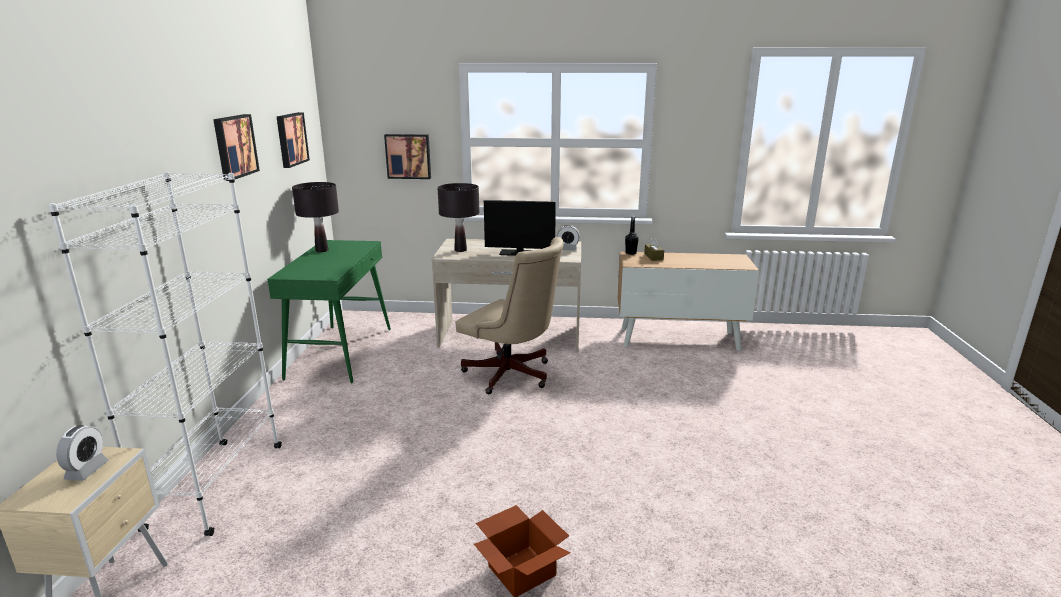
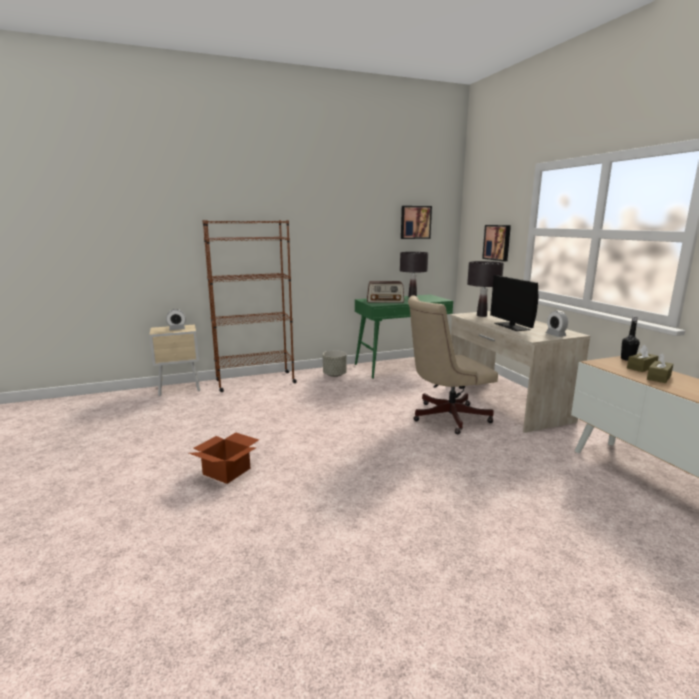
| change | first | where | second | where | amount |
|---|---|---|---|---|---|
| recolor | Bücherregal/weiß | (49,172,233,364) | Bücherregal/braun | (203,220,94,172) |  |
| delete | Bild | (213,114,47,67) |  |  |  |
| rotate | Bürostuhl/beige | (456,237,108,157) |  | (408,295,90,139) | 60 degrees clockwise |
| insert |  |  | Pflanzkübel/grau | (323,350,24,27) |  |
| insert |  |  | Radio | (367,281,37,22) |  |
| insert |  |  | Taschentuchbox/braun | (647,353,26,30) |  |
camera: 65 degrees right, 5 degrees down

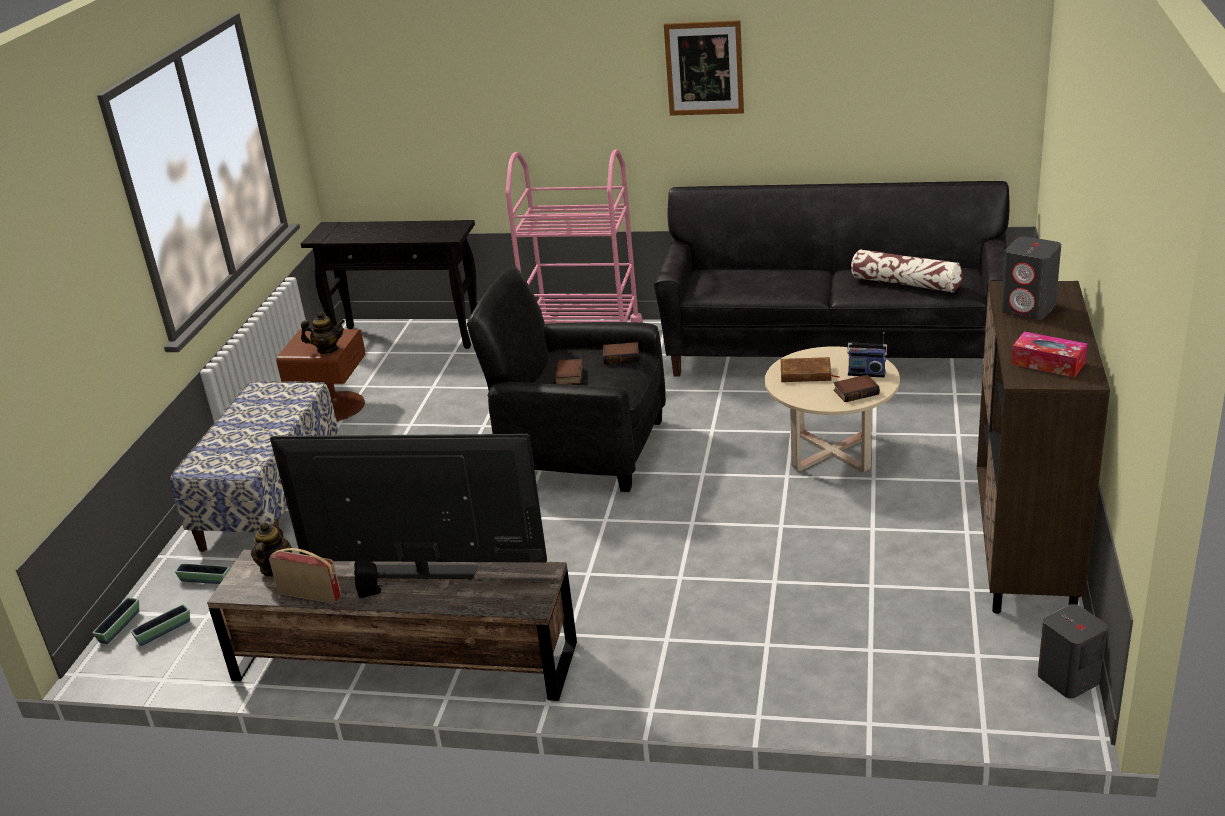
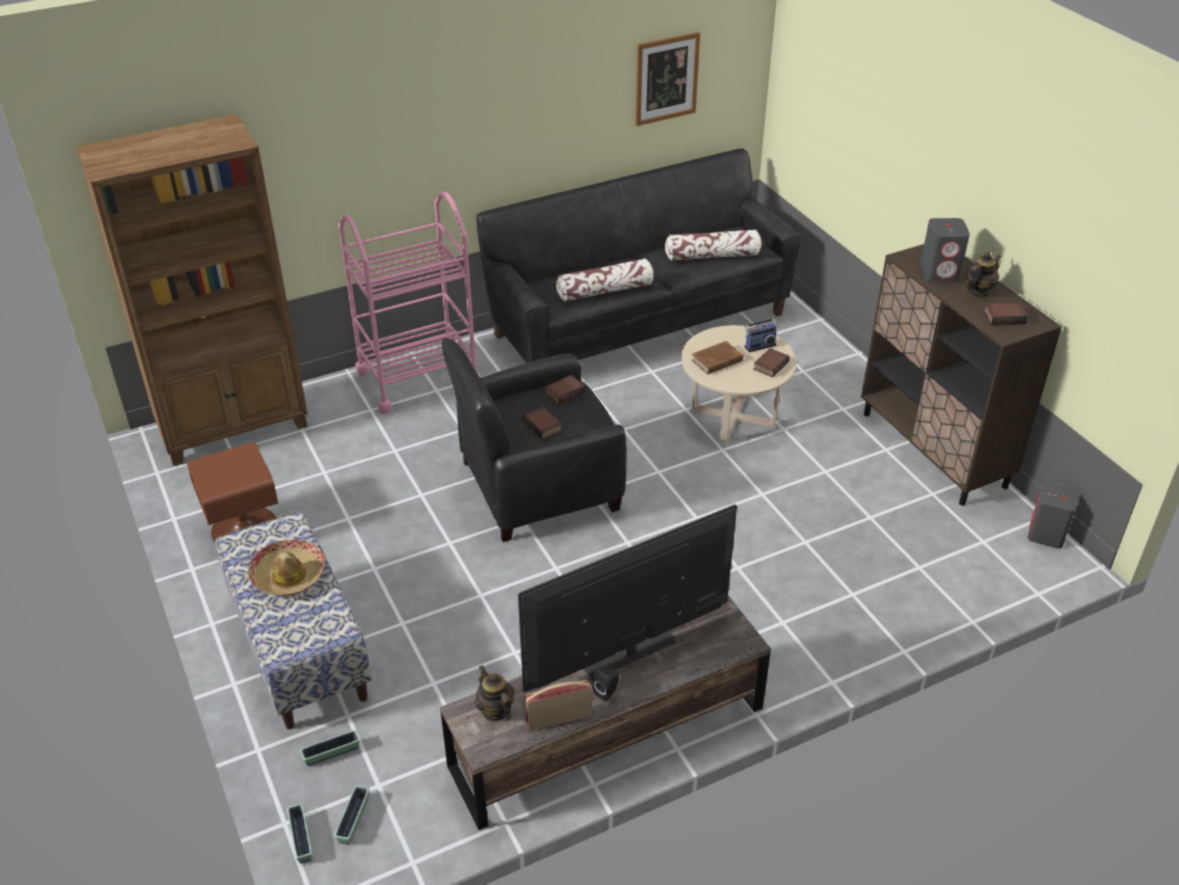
| change | first | where | second | where | amount |
|---|---|---|---|---|---|
| replace | Konsolentisch/schwarz | (301,220,176,129) | Bücherregal/braun | (76,114,232,352) |  |
| move | Teekanne | (301,312,44,42) |  | (966,252,35,44) |  |
| move | Bild | (664,20,80,96) |  | (635,32,65,94) |  |
| replace | Taschentuchbox | (1011,332,76,46) | Buch | (984,303,44,22) |  |
| insert |  |  | Hut | (248,540,77,56) |  |
| insert |  |  | Kissen | (556,259,98,43) |  |
camera: 40 degrees left, 10 degrees up

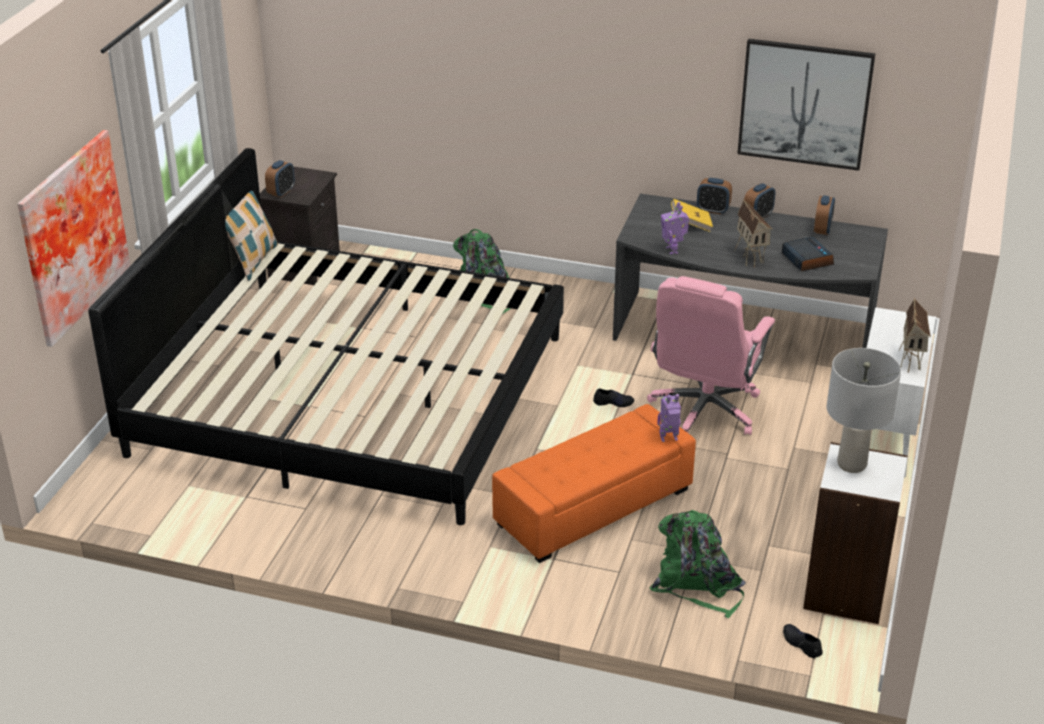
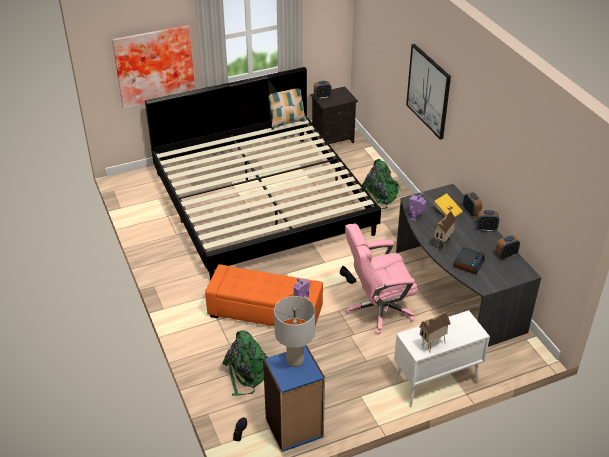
| change | first | where | second | where | amount |
|---|---|---|---|---|---|
| move | Bild | (737,39,138,132) |  | (406,44,45,96) |  |
| recolor | Bücherregal/weiß | (803,442,105,182) | Bücherregal/blau | (263,345,62,107) |  |
camera: 50 degrees right, 5 degrees up

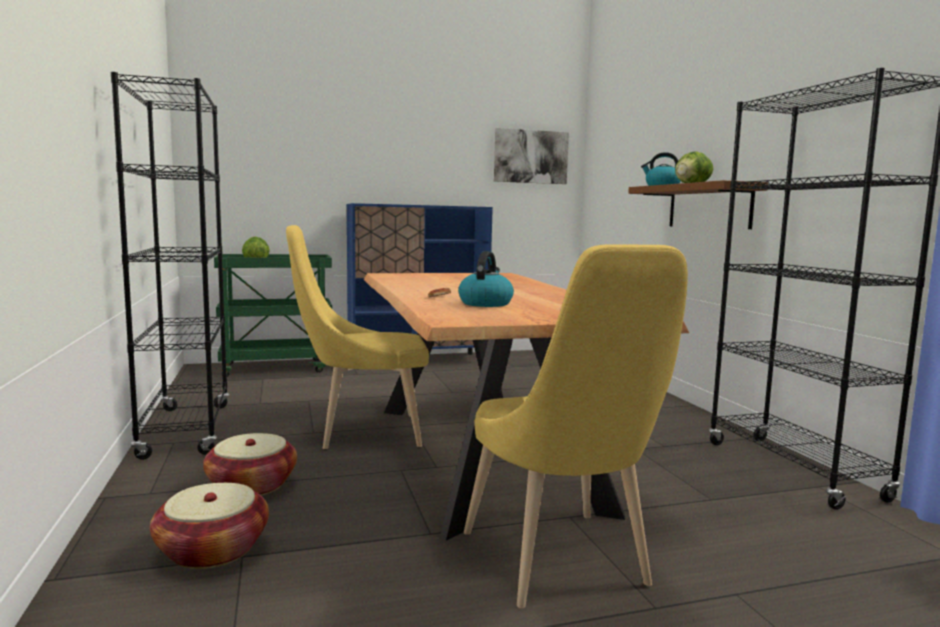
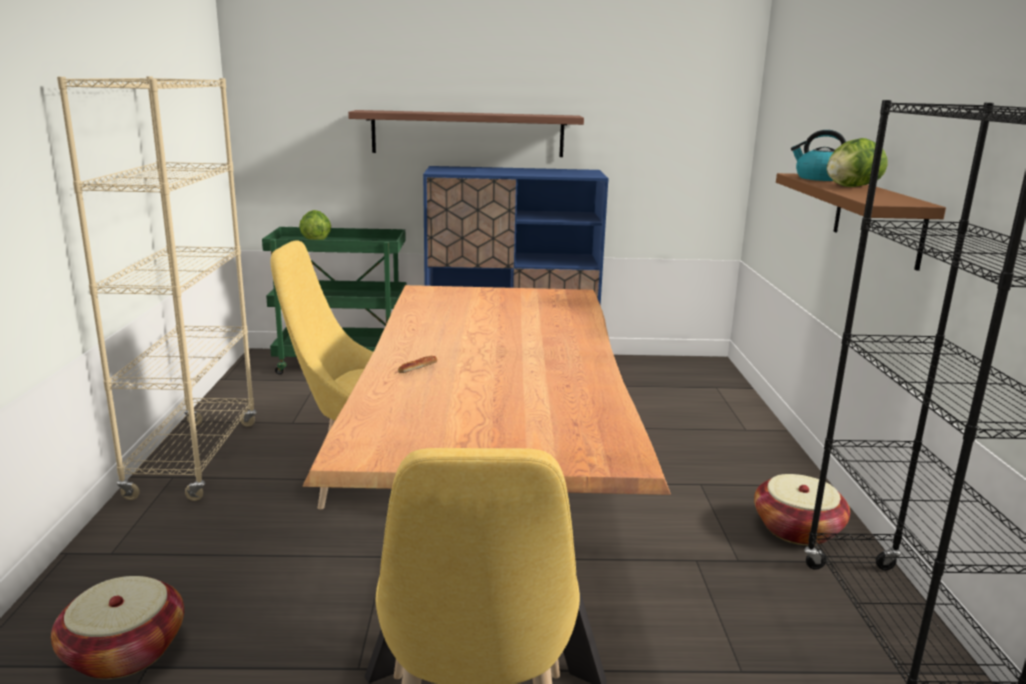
| change | first | where | second | where | amount |
|---|---|---|---|---|---|
| recolor | Bücherregal/schwarz | (111,72,118,388) | Bücherregal/beige | (57,76,200,425) |  |
| move | Korb | (203,433,94,63) |  | (754,474,96,71) |  |
| delete | Wasserkessel | (458,251,56,56) |  |  |  |
| delete | Bild | (494,128,75,56) |  |  |  |
| insert |  |  | Wandregal | (348,110,236,47) |  |
camera: 15 degrees right, 10 degrees up

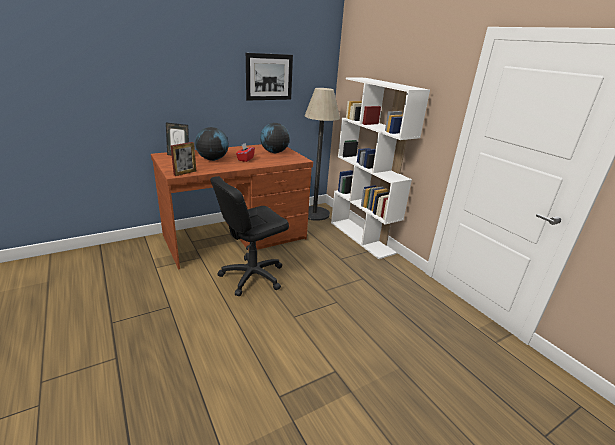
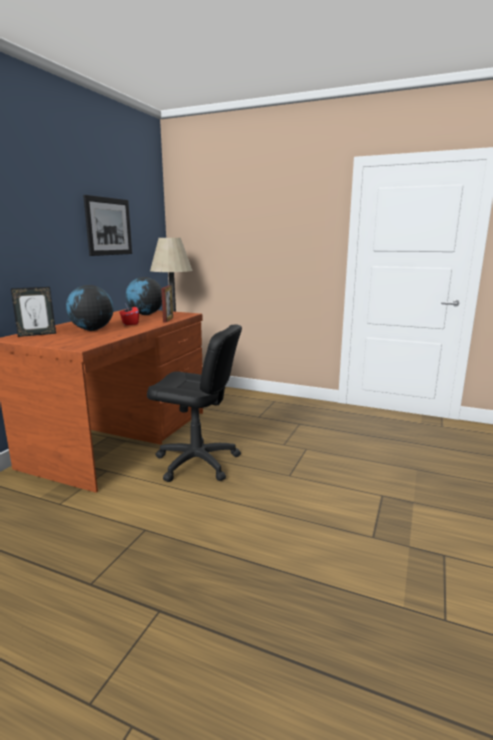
| change | first | where | second | where | amount |
|---|---|---|---|---|---|
| move | Bilderrahmen | (171,142,25,34) |  | (161,286,12,36) |  |
| rotate | Bürostuhl/schwarz | (210,176,79,120) |  | (147,325,95,157) | 90 degrees counterclockwise |
| delete | Bücherregal/weiß | (331,77,99,182) |  |  |  |
camera: 35 degrees left, 10 degrees down

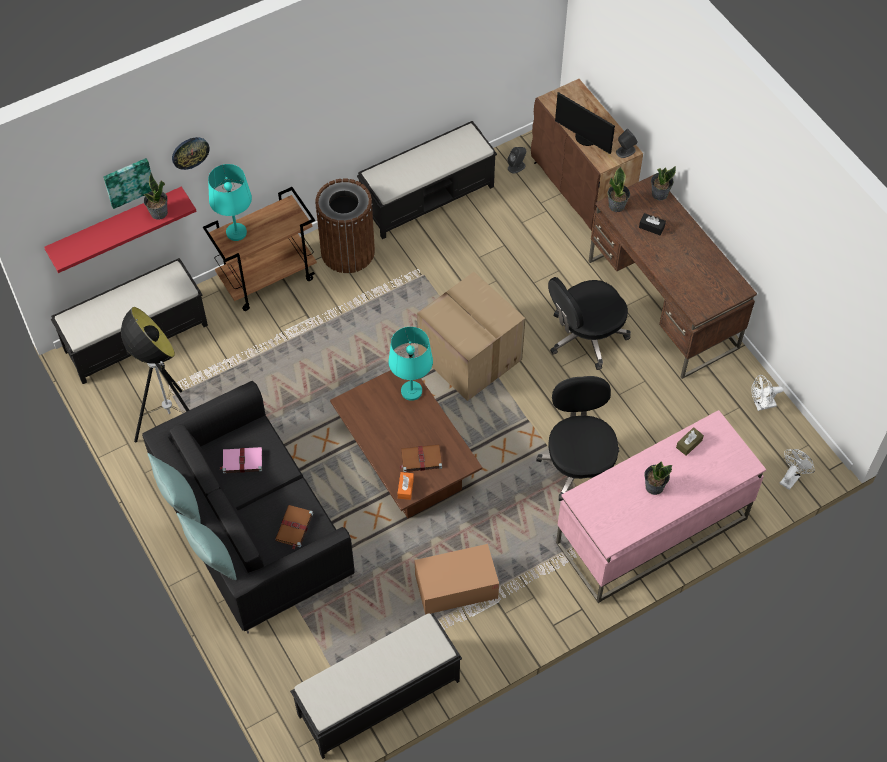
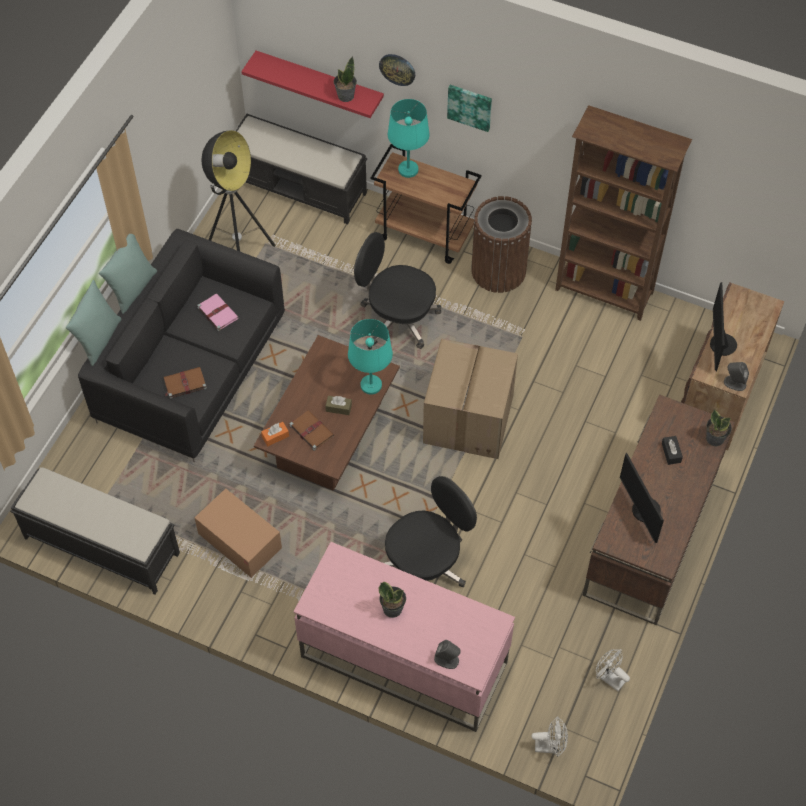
| change | first | where | second | where | amount |
|---|---|---|---|---|---|
| move | Bild | (103,158,49,51) |  | (447,85,45,47) |  |
| replace | Bank/schwarz | (357,121,140,118) | Bücherregal/braun | (555,105,137,216) |  |
| move | Lautsprecher/grau | (508,147,18,27) |  | (434,640,27,29) |  |
| move | Bürostuhl/schwarz | (548,277,83,93) |  | (354,232,87,117) |  |
| delete | Topfpflanze | (608,167,22,45) |  |  |  |
| move | Taschentuchbox/braun | (676,427,28,29) |  | (325,396,27,19) |  |
| insert |  |  | Monitor | (620,453,44,90) |  |
camera: 55 degrees right, 0 degrees up

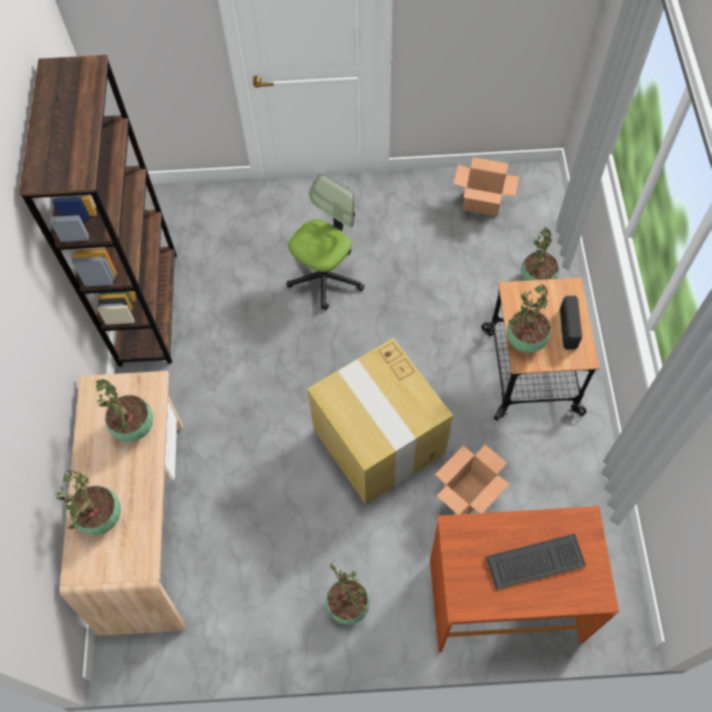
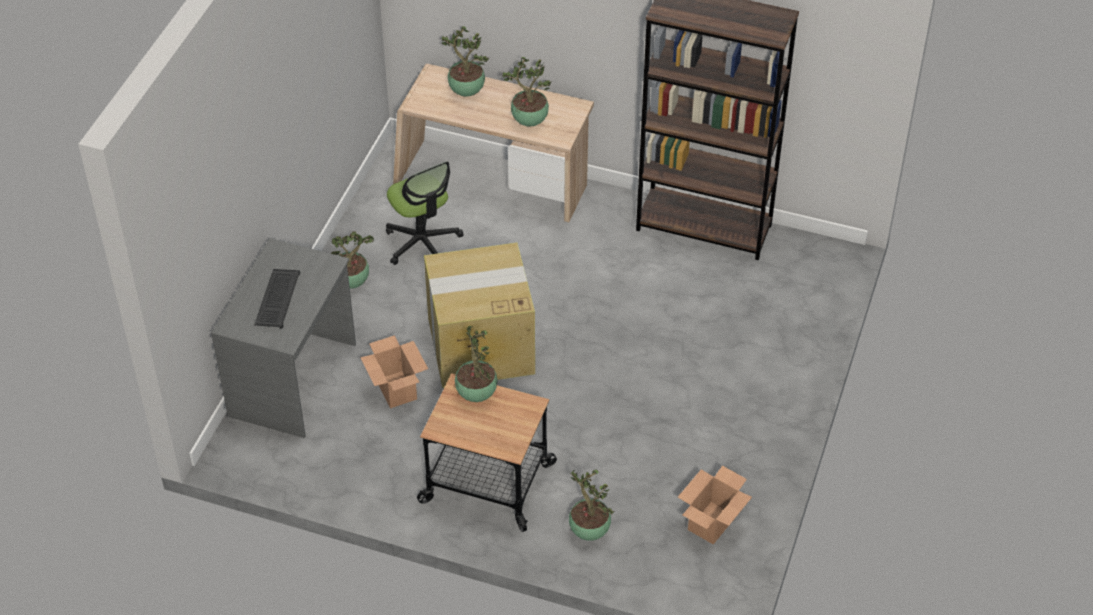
| change | first | where | second | where | amount |
|---|---|---|---|---|---|
| move | Bürostuhl | (287,174,78,137) |  | (386,161,78,104) |  |
| recolor | Schreibtisch/braun | (430,506,189,146) | Schreibtisch/grau | (211,238,145,200) |  |
| delete | Radio | (560,296,22,54) |  |  |  |
camera: 110 degrees right, 15 degrees down

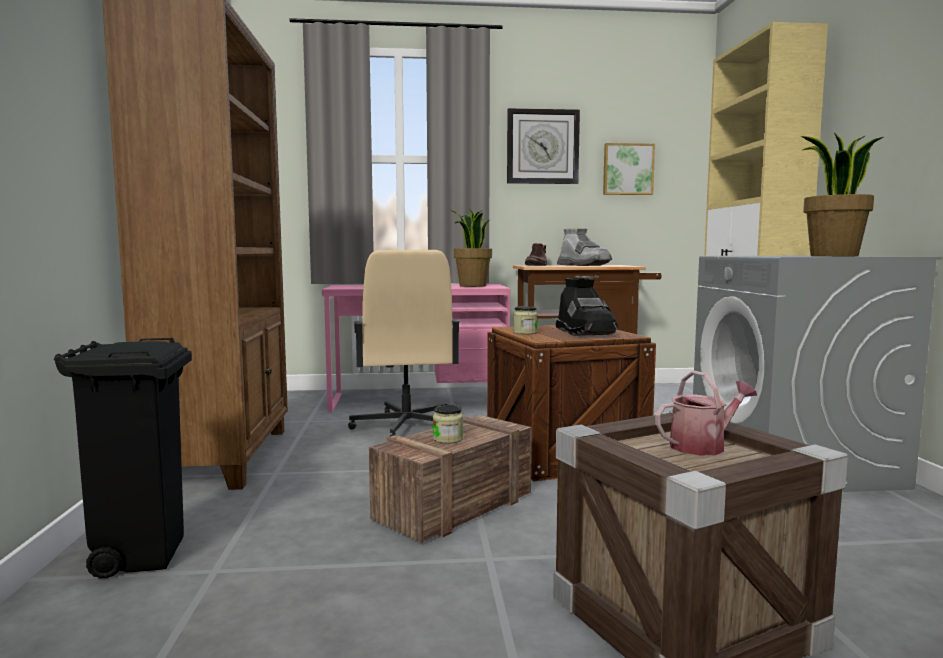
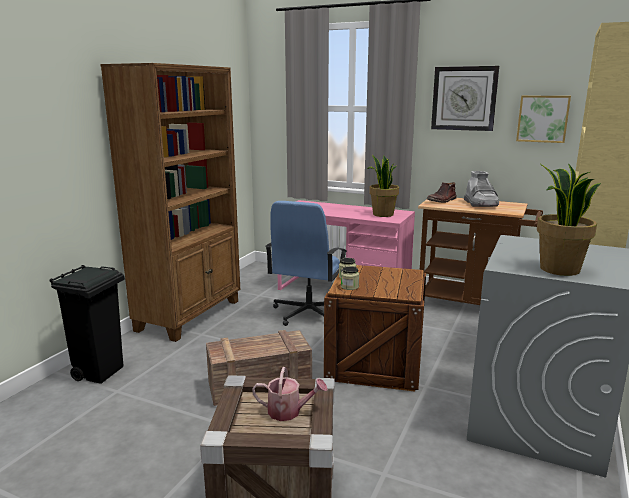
| change | first | where | second | where | amount |
|---|---|---|---|---|---|
| recolor | Bürostuhl/beige | (348,250,113,187) | Bürostuhl/blau | (265,201,82,125) |  |
| move | Vorratsglas | (433,405,30,39) |  | (341,266,18,24) |  |
| delete | Stiefel/schwarz | (556,278,62,58) |  |  |  |
camera: 30 degrees right, 10 degrees up

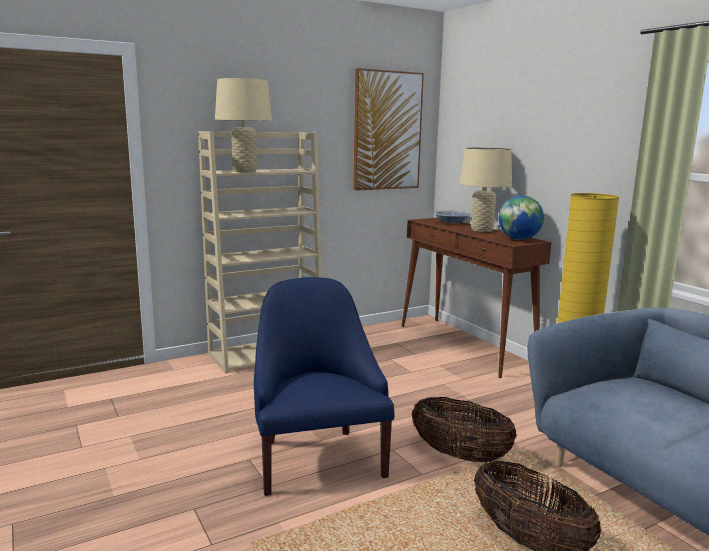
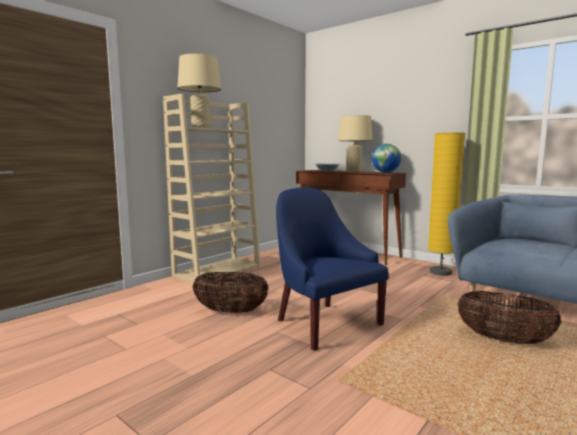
| change | first | where | second | where | amount |
|---|---|---|---|---|---|
| delete | Bild | (353,68,71,123) |  |  |  |
| move | Korb | (412,397,105,65) |  | (192,272,77,41) |  |
camera: 20 degrees left, 5 degrees down

